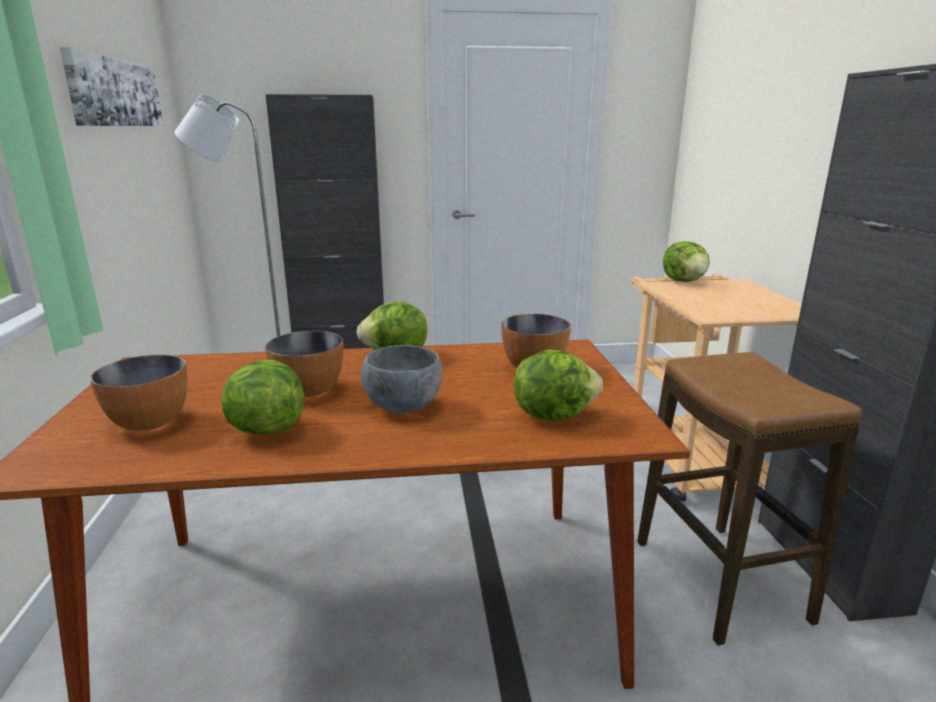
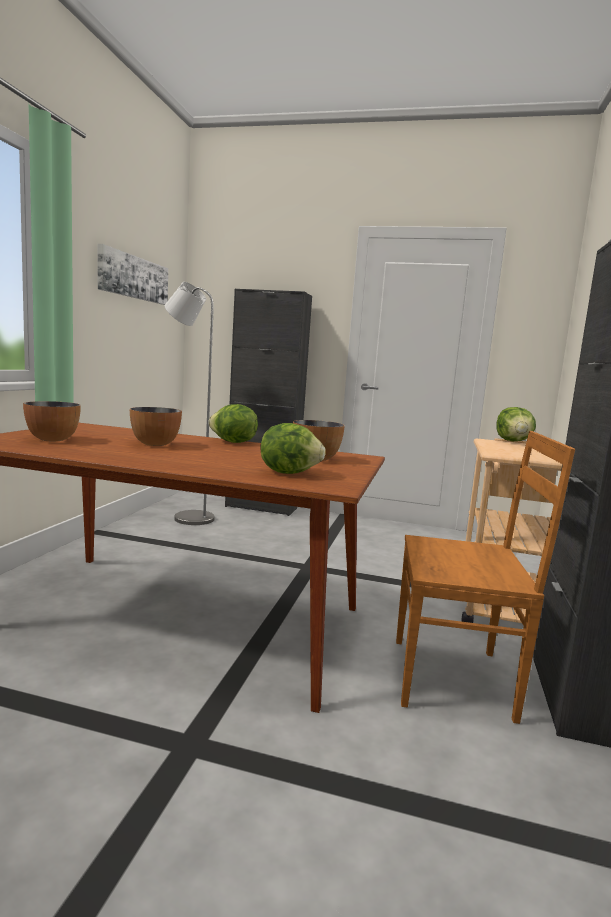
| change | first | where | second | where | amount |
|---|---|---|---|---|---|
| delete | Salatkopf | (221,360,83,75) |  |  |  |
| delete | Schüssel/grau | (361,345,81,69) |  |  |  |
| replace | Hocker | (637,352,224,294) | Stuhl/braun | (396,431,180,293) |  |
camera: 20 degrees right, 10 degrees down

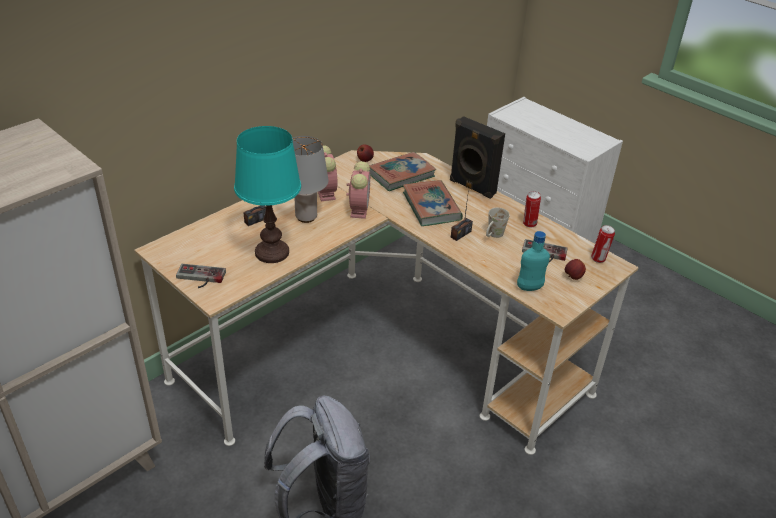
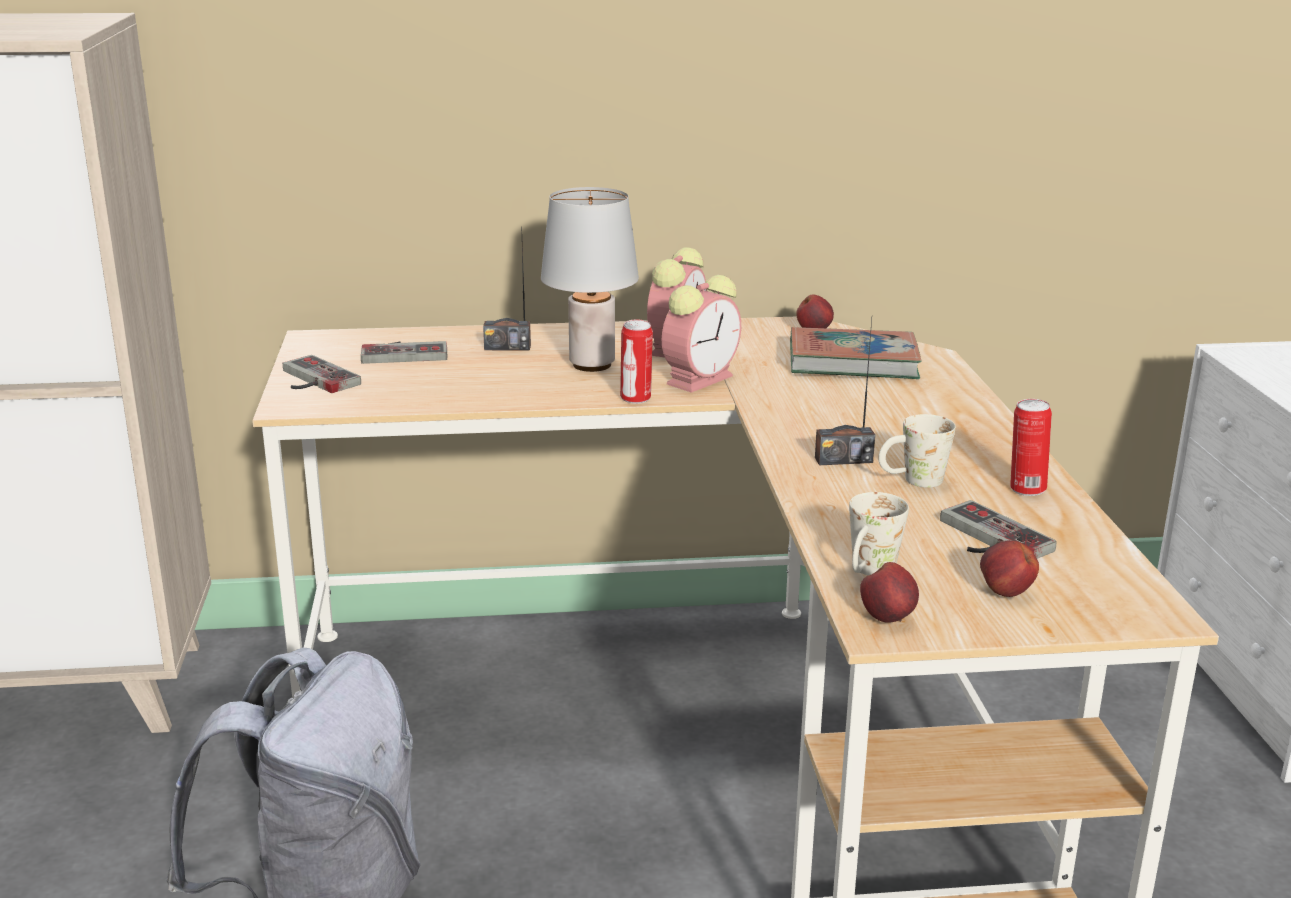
| change | first | where | second | where | amount |
|---|---|---|---|---|---|
| delete | Tischlampe/türkis | (234,126,67,137) |  |  |  |
| delete | Buch | (403,180,60,46) |  |  |  |
| delete | Lautsprecher/schwarz | (450,116,55,83) |  |  |  |
| replace | Flasche/türkis | (517,231,33,60) | Henkelbecher/weiß | (849,492,60,83) |  |
| move | Dose | (591,225,24,38) |  | (620,319,33,85) |  |
| insert |  |  | Gamepad | (361,341,86,23) |  |
| insert |  |  | Apfel | (860,562,59,61) |  |
camera: 40 degrees right, 15 degrees down

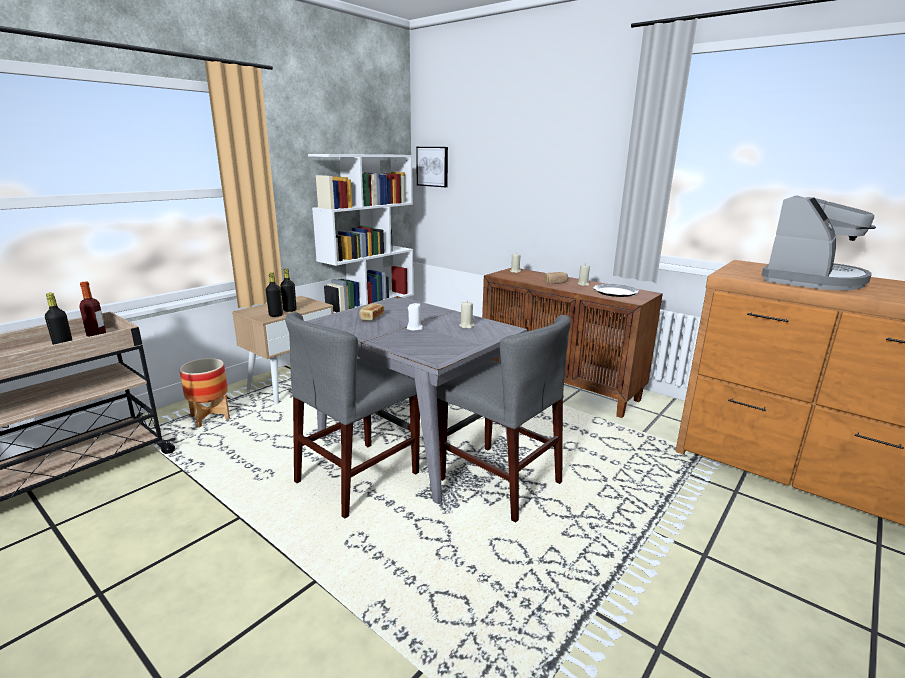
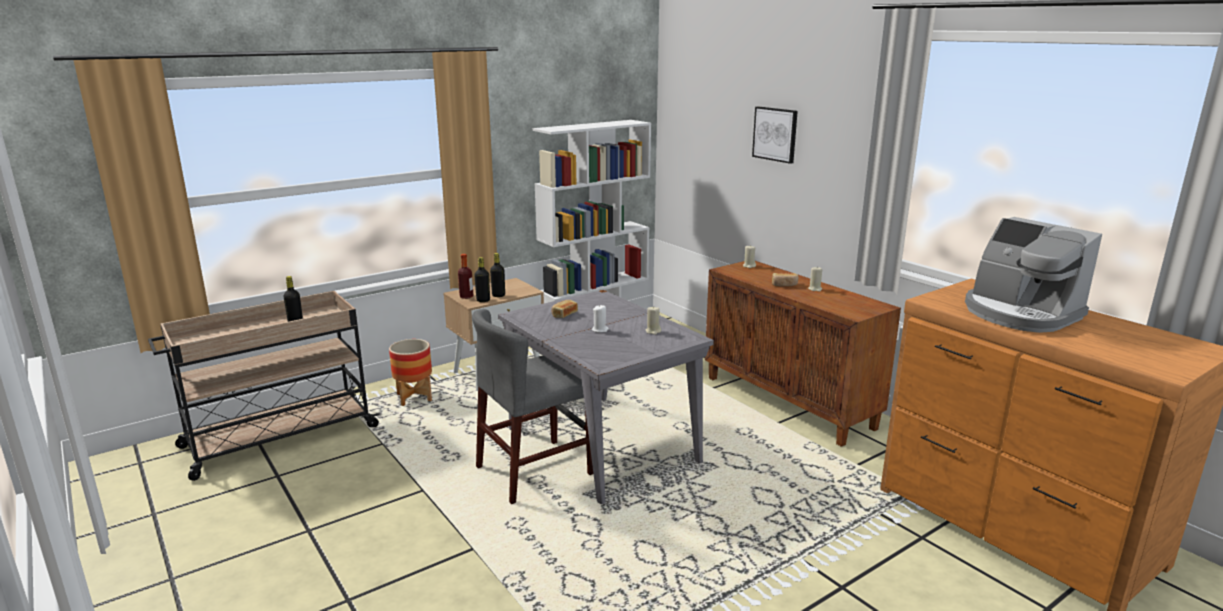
| change | first | where | second | where | amount |
|---|---|---|---|---|---|
| move | Flasche | (79,282,27,55) |  | (458,254,16,45) |  |
| move | Bild | (416,147,32,40) |  | (752,106,46,58) |  |
| delete | Stuhl/grau | (436,315,135,208) |  |  |  |
| delete | Teller | (593,284,46,13) |  |  |  |
| rotate | Kaffeemaschine | (762,195,114,96) |  | (965,217,137,116) | 90 degrees clockwise |
camera: 15 degrees right, 0 degrees up

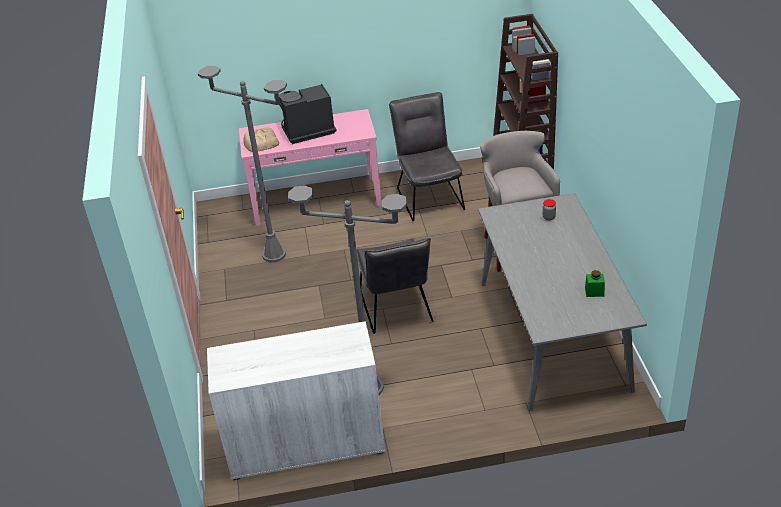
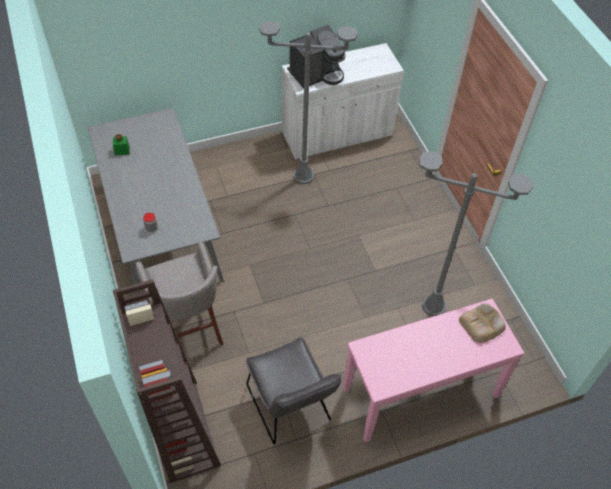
| change | first | where | second | where | amount |
|---|---|---|---|---|---|
| move | Kaffeemaschine | (279,84,58,60) |  | (287,25,59,63) |  |
| delete | Stuhl/grau | (357,238,76,96) |  |  |  |
camera: 165 degrees right, 15 degrees up

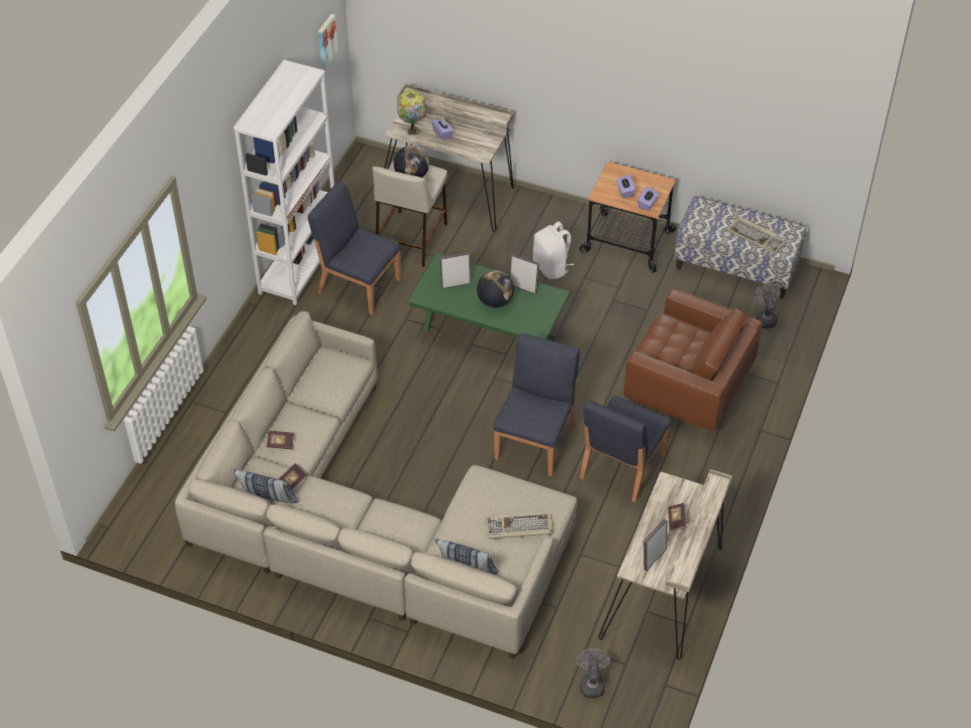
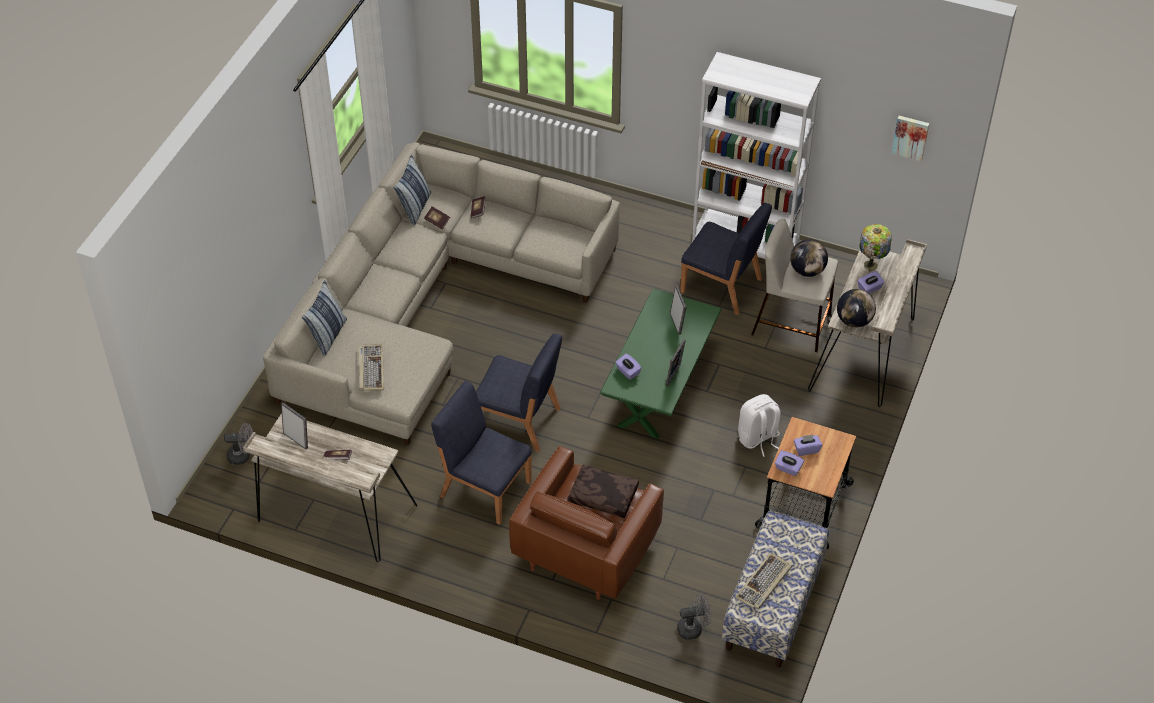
| change | first | where | second | where | amount |
|---|---|---|---|---|---|
| rotate | Stuhl/blau | (308,181,93,134) |  | (680,203,92,112) | 90 degrees clockwise |
| move | Globus | (477,270,37,38) |  | (837,289,39,39) |  |
| insert |  |  | Kissen/braun | (568,465,71,53) |  |
| insert |  |  | Taschentuchbox/lila | (615,353,27,27) |  |
camera: 90 degrees right, 0 degrees up

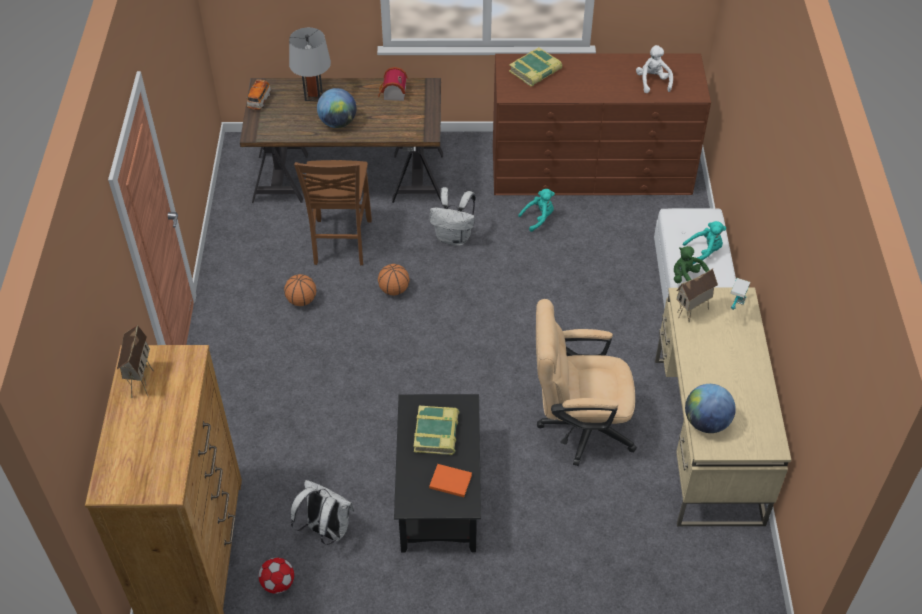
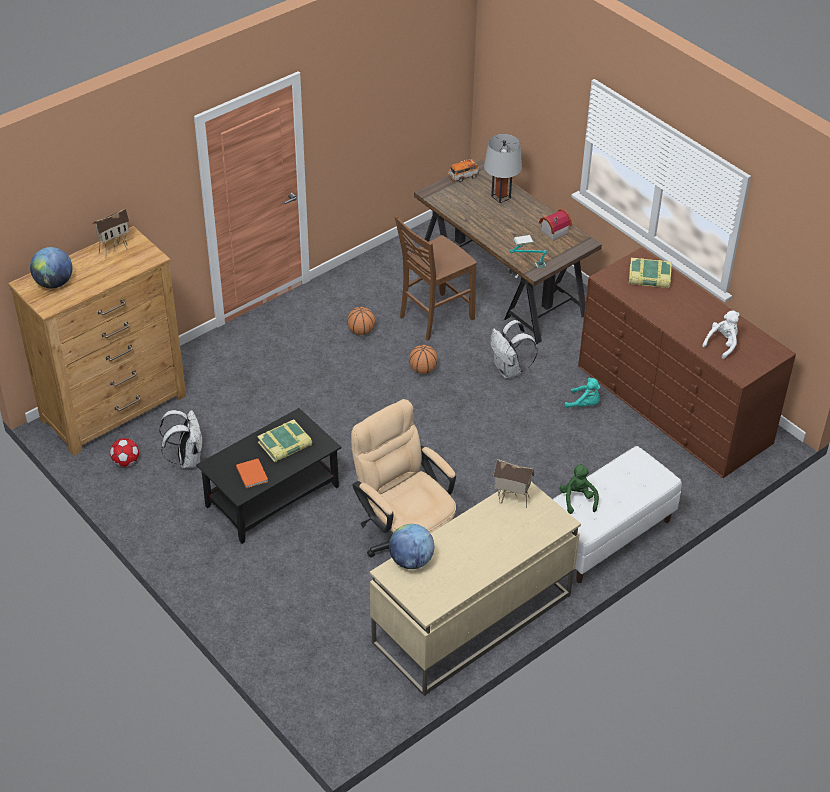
| change | first | where | second | where | amount |
|---|---|---|---|---|---|
| move | Globus | (317,88,39,40) |  | (30,247,43,42) |  |
| delete | Plüschtier/türkis | (683,221,43,43) |  |  |  |
| move | Tischlampe | (730,278,21,32) |  | (510,235,37,33) |  |
camera: 50 degrees right, 5 degrees down

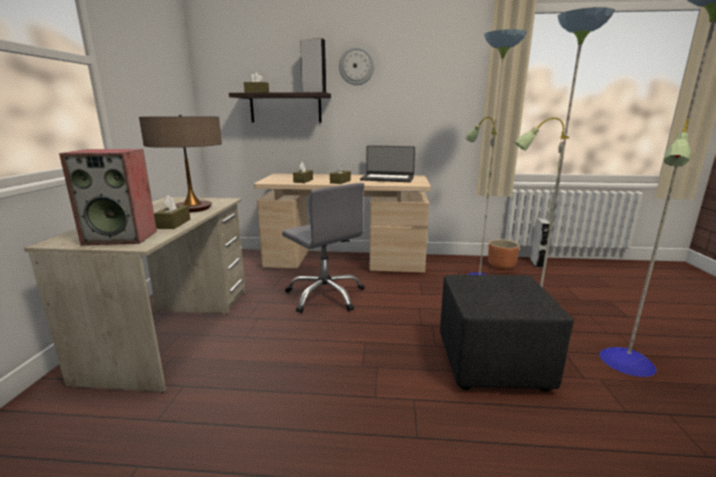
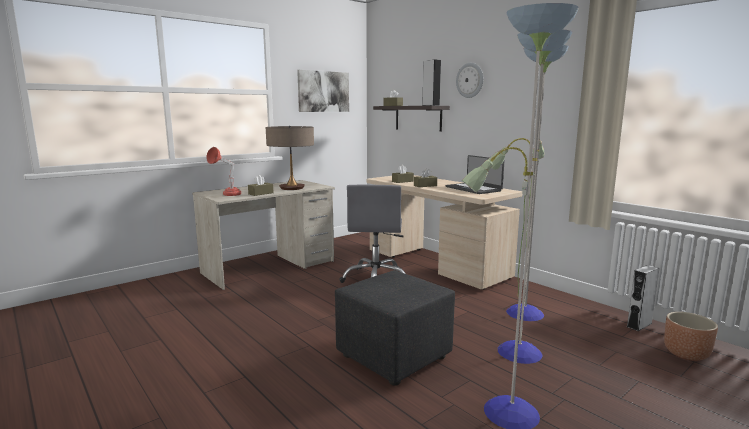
| change | first | where | second | where | amount |
|---|---|---|---|---|---|
| replace | Lautsprecher | (59,149,98,96) | Tischlampe/rot | (206,147,35,49) |  |
| move | Pflanzkübel/braun | (488,239,31,31) |  | (664,312,54,49) |  |
| insert |  |  | Bild | (297,70,52,42) |  |
camera: 45 degrees right, 5 degrees down

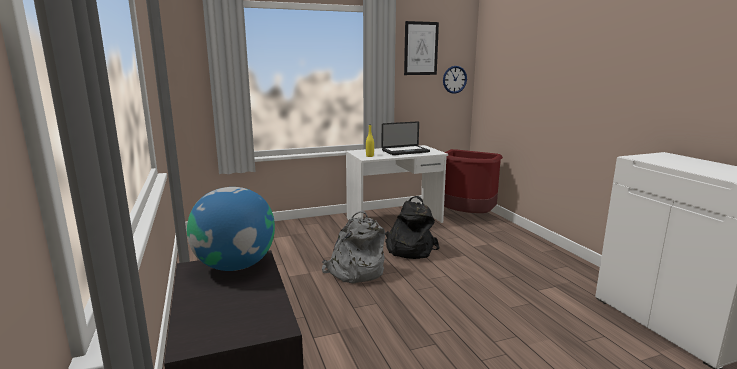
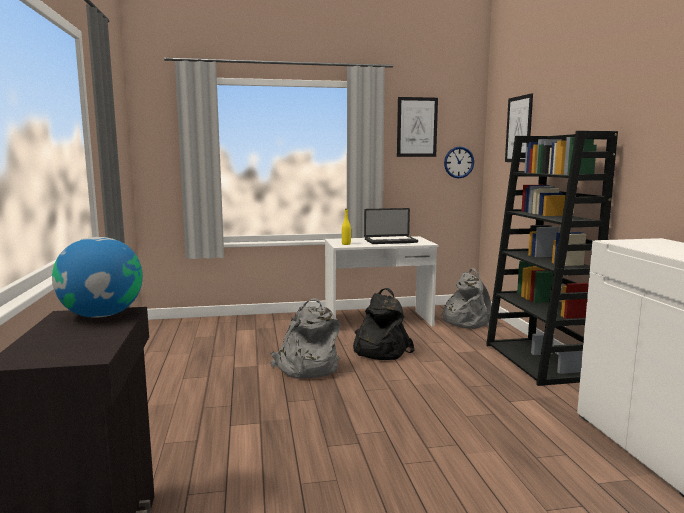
| change | first | where | second | where | amount |
|---|---|---|---|---|---|
| replace | Mülleimer/rot | (444,149,59,64) | Rucksack/grau | (440,268,52,61) |  |
| insert |  |  | Bücherregal/schwarz | (486,131,132,255) |  |
| insert |  |  | Bild | (505,93,28,69) |  |
camera: 10 degrees right, 5 degrees down

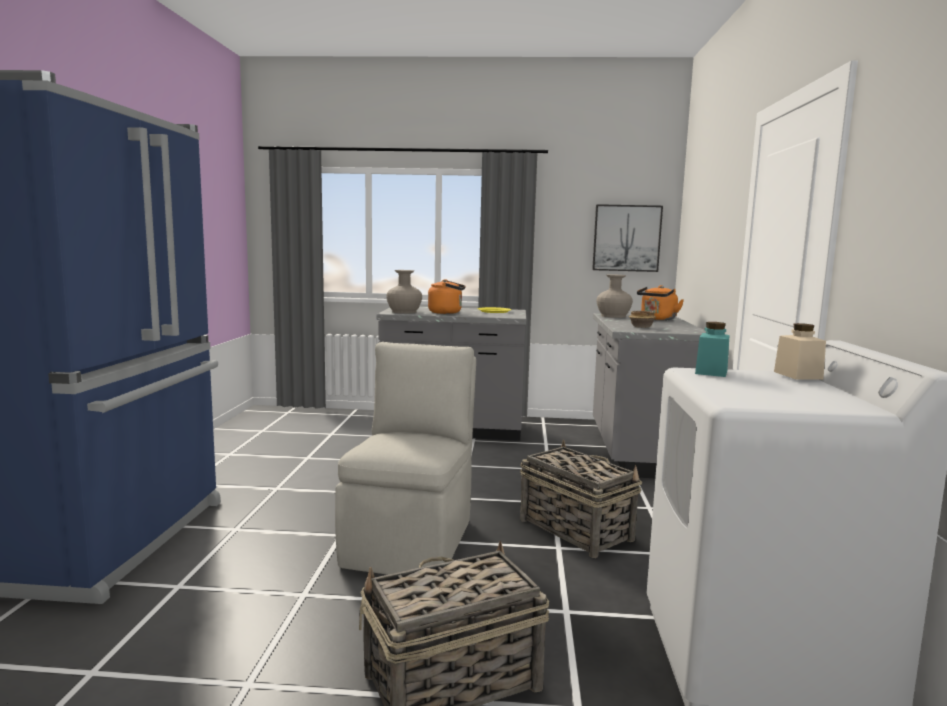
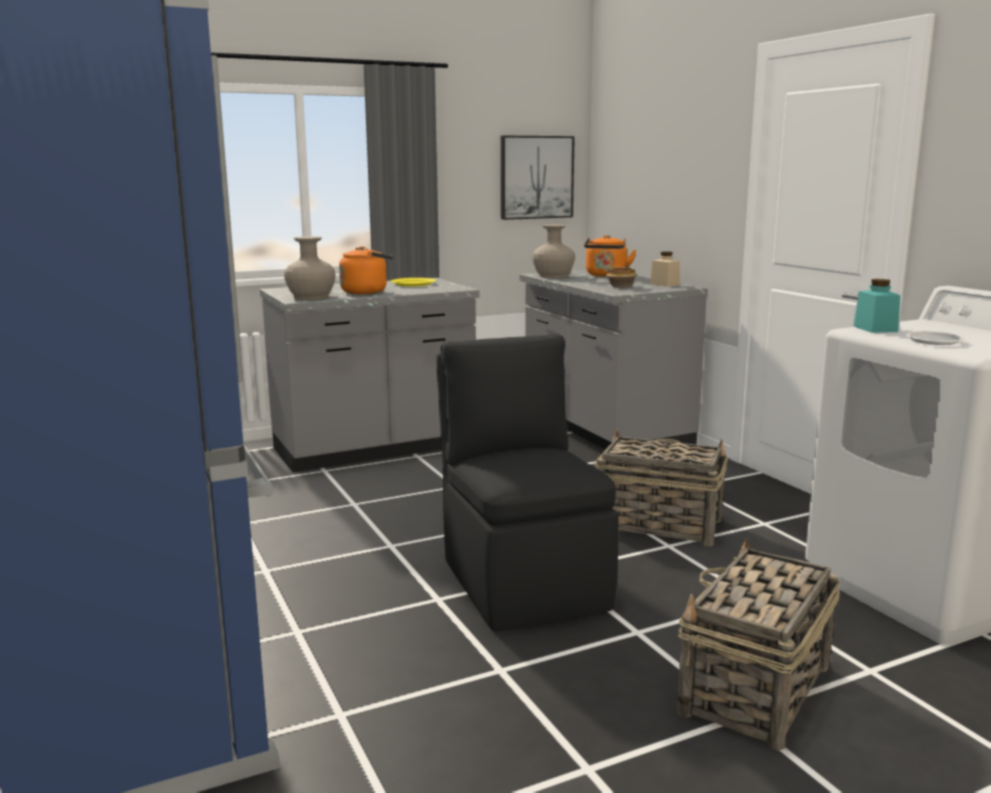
| change | first | where | second | where | amount |
|---|---|---|---|---|---|
| recolor | Stuhl/beige | (335,342,141,233) | Stuhl/schwarz | (436,334,183,297) |  |
| move | Vorratsglas/beige | (774,323,52,57) |  | (650,251,30,36) |  |
| insert |  |  | Teller/weiß | (906,331,59,14) |  |
camera: 30 degrees left, 5 degrees up

